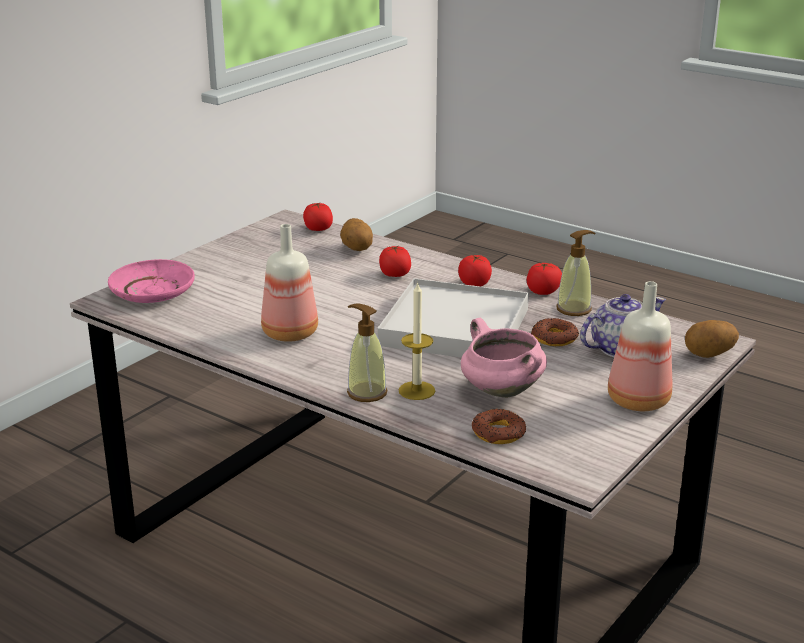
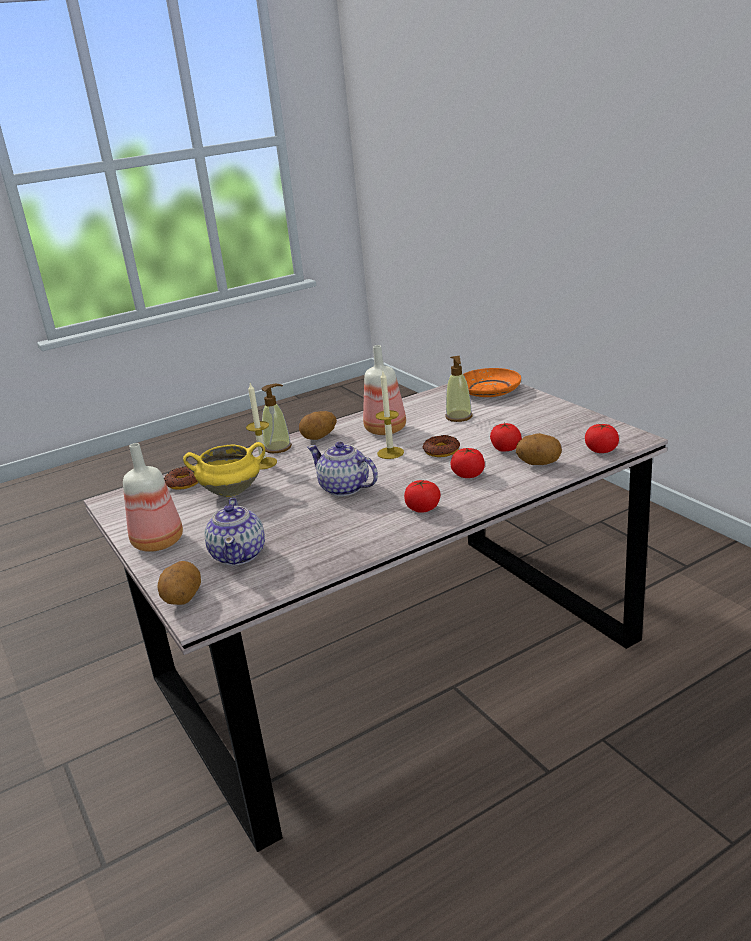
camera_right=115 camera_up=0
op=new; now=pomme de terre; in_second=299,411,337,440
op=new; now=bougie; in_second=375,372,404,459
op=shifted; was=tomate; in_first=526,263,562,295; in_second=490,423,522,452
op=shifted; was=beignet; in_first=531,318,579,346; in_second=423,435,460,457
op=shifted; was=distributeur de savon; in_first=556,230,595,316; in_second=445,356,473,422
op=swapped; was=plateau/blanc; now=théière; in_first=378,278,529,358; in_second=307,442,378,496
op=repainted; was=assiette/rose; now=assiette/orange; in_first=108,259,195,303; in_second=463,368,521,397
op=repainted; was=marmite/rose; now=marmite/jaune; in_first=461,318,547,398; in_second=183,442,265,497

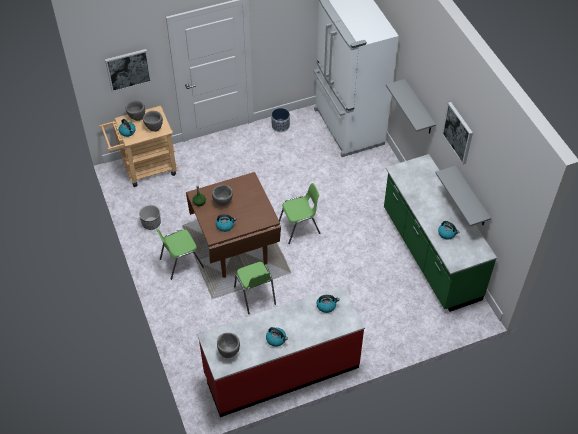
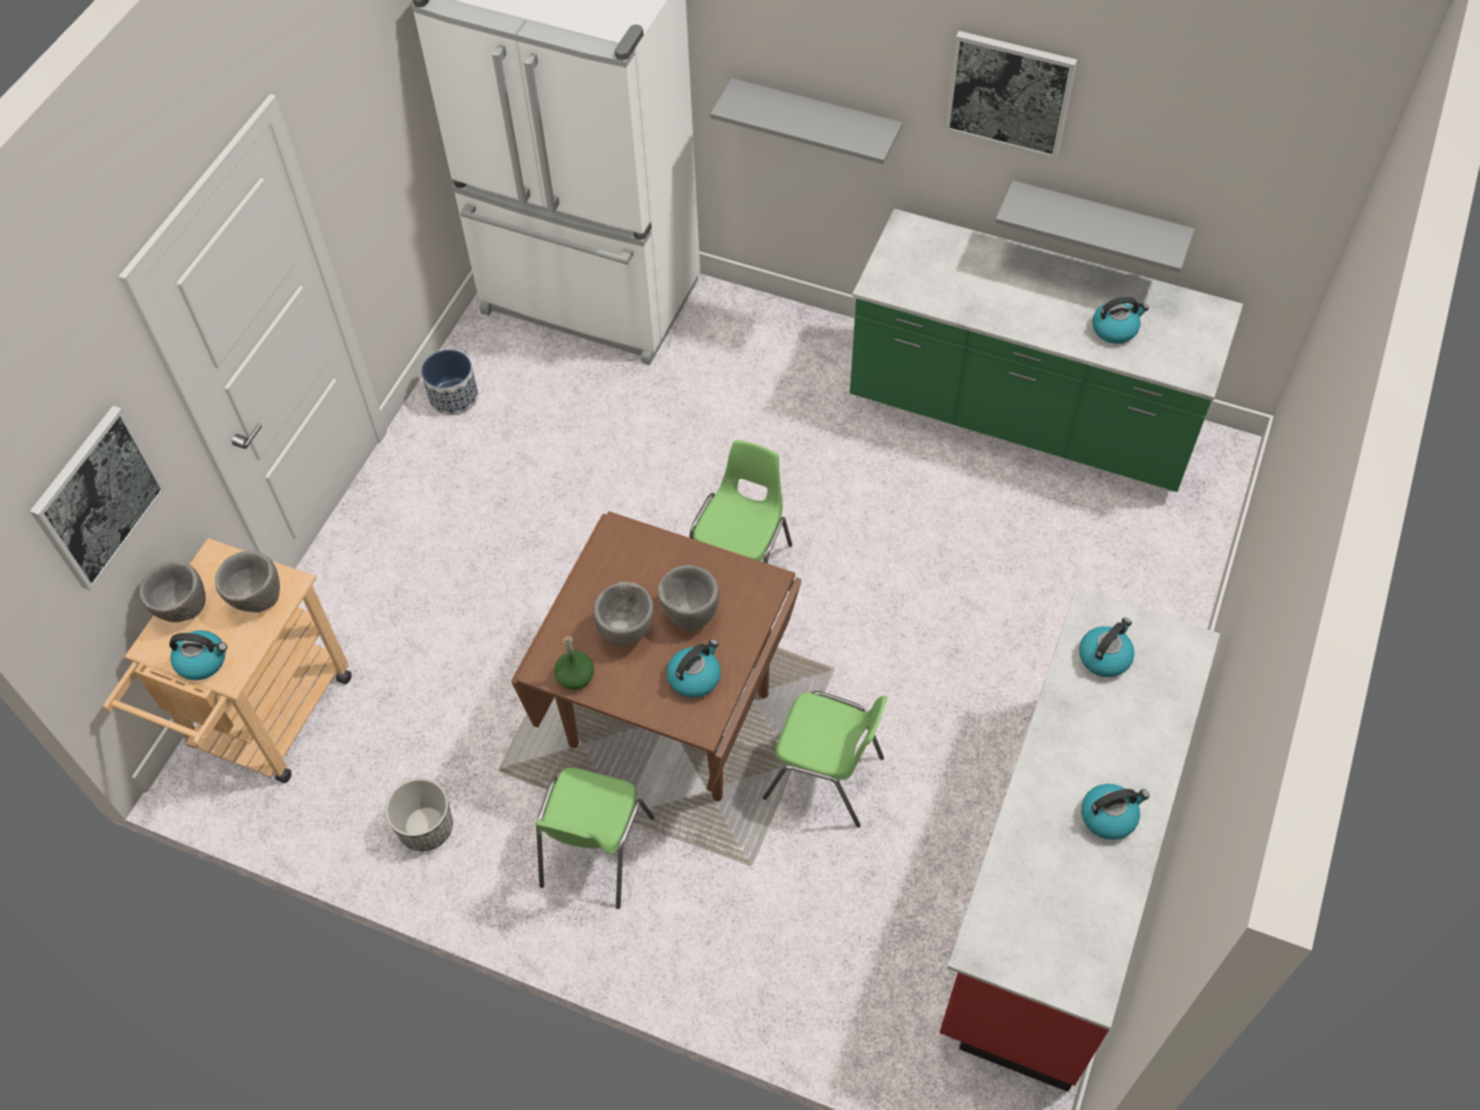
camera_right=-45 camera_up=5
op=shifted; was=bol/gris; in_first=217,333,240,358; in_second=658,565,720,632

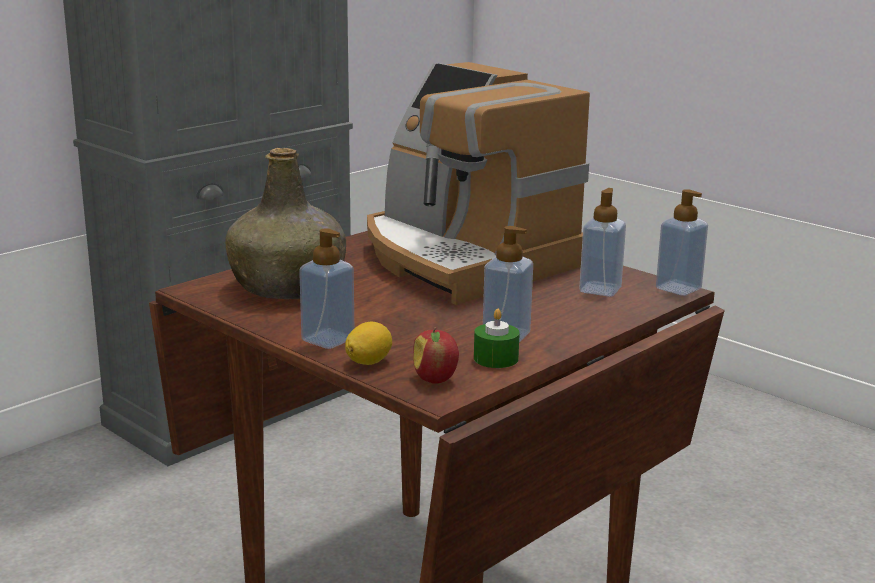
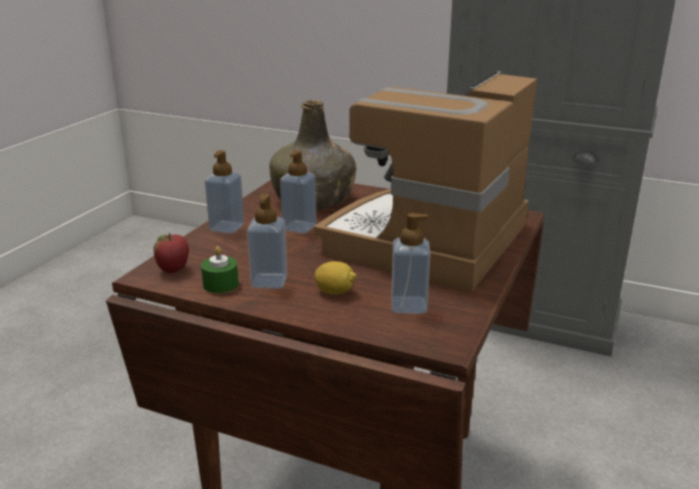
camera_right=70 camera_up=5
op=shifted; was=citron; in_first=345,322,392,365; in_second=314,261,357,294
op=shifted; was=distributeur de savon; in_first=656,189,708,296; in_second=280,150,317,234

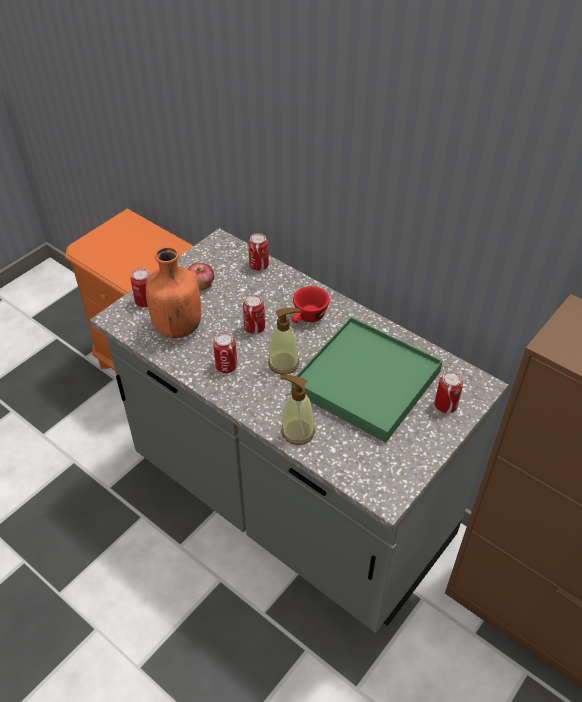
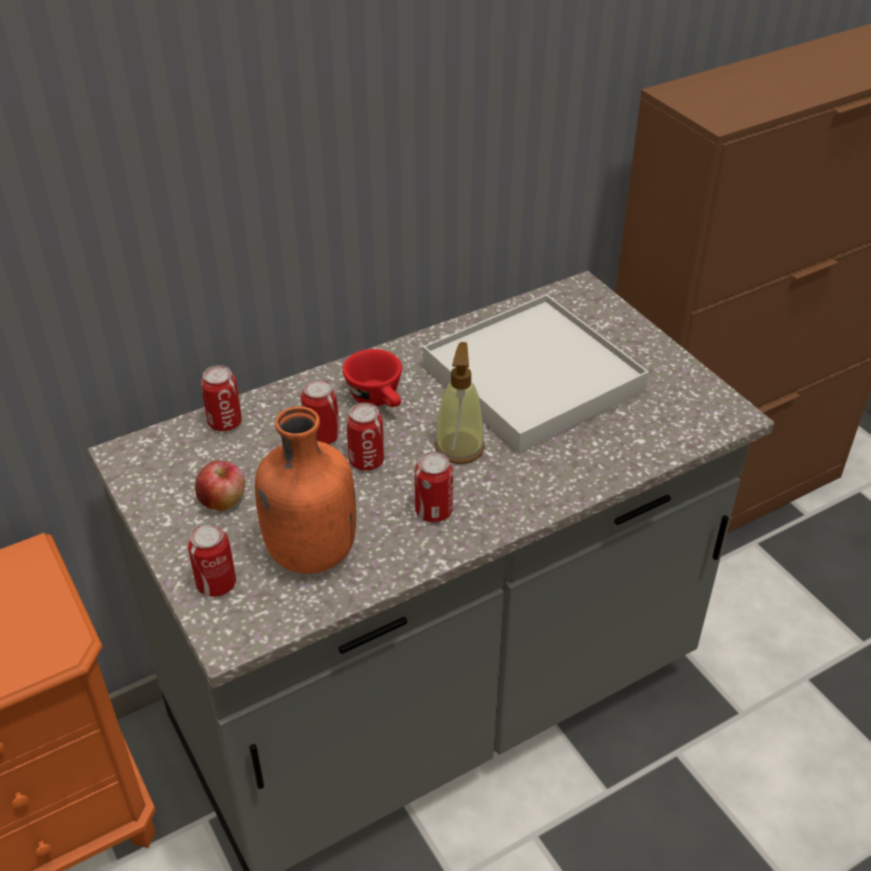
camera_right=-70 camera_up=-5
op=gone; was=distributeur de savon; in_first=281,375,315,445
op=shifted; was=boîte métallique; in_first=434,371,463,413; in_second=301,379,340,444
op=repainted; was=plateau/vert; now=plateau/blanc; in_first=291,317,443,443; in_second=423,294,649,453

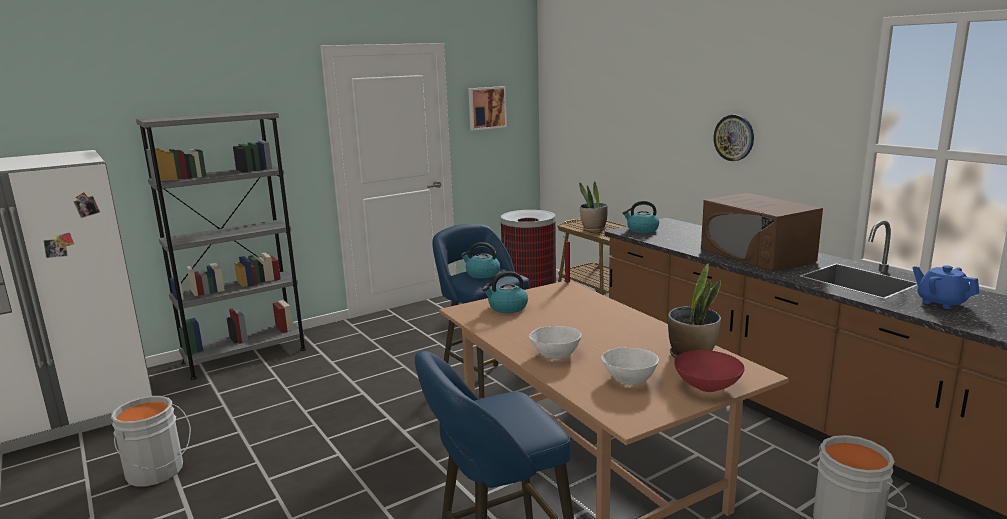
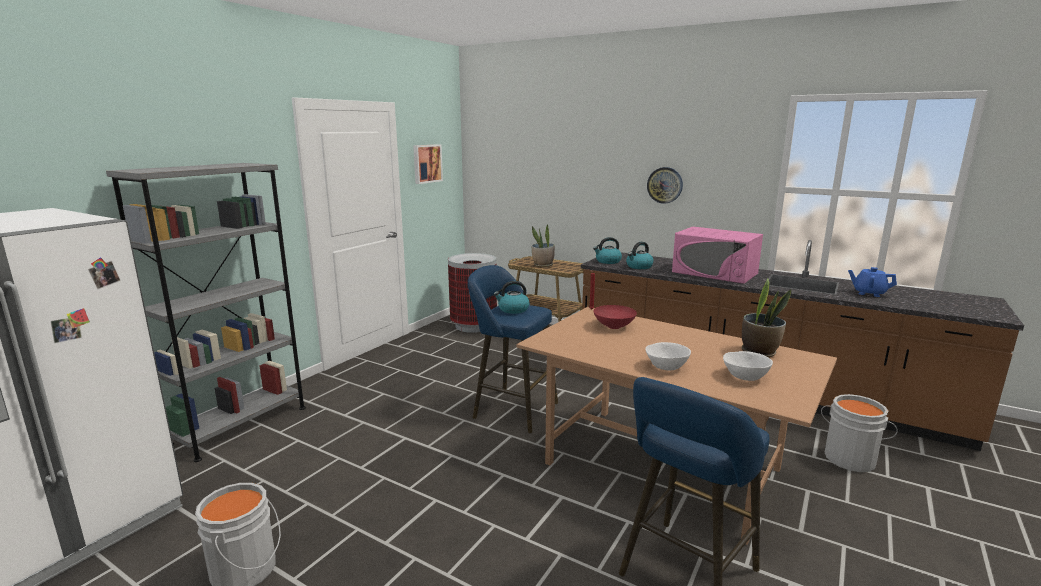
camera_right=-25 camera_up=0
op=shifted; was=bouilloire; in_first=482,271,528,313; in_second=626,242,654,269
op=shifted; was=bol/rouge; in_first=674,350,745,392; in_second=593,305,637,329
op=repainted; was=micro-ondes/marron; now=micro-ondes/rose; in_first=701,193,823,272; in_second=672,227,763,284

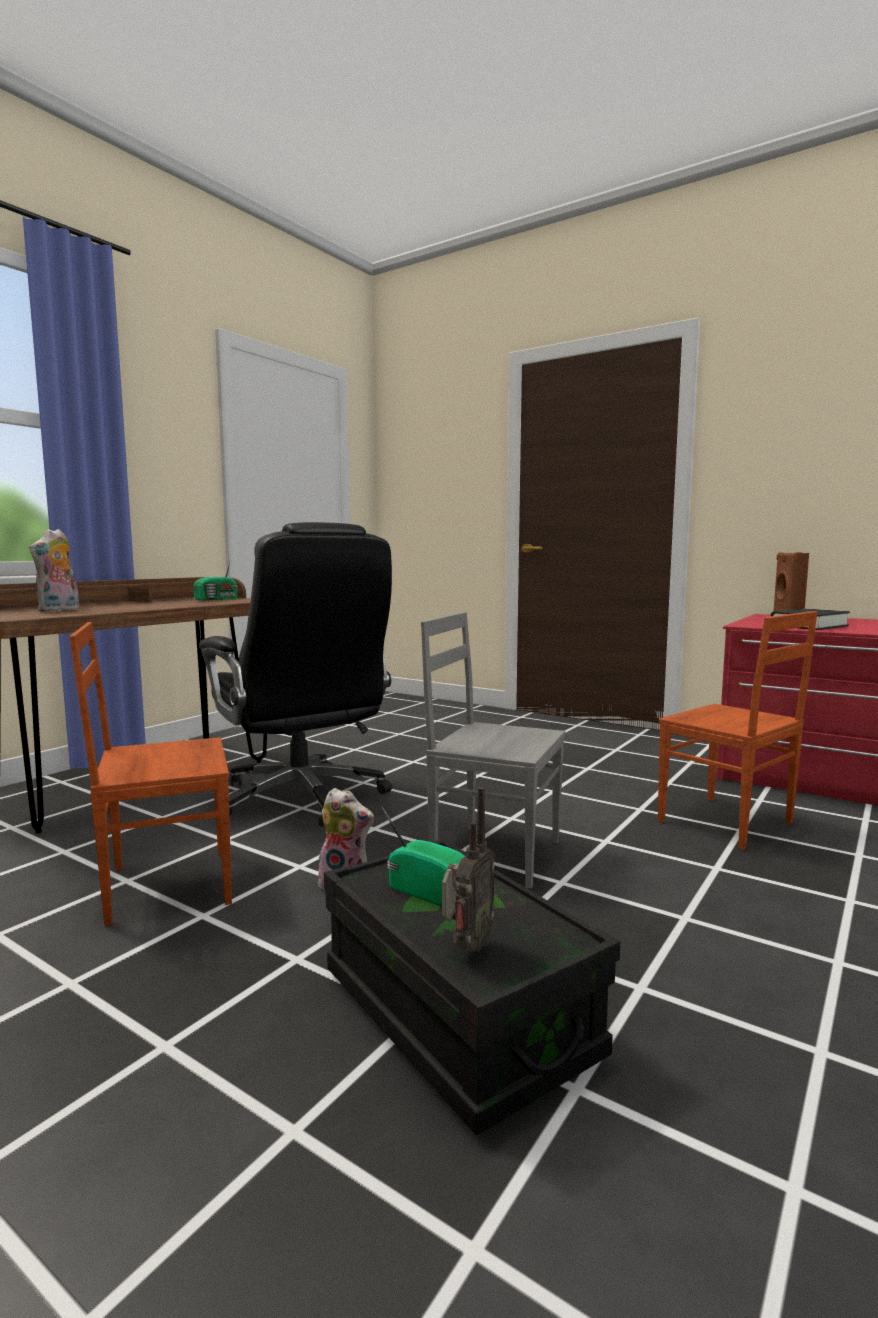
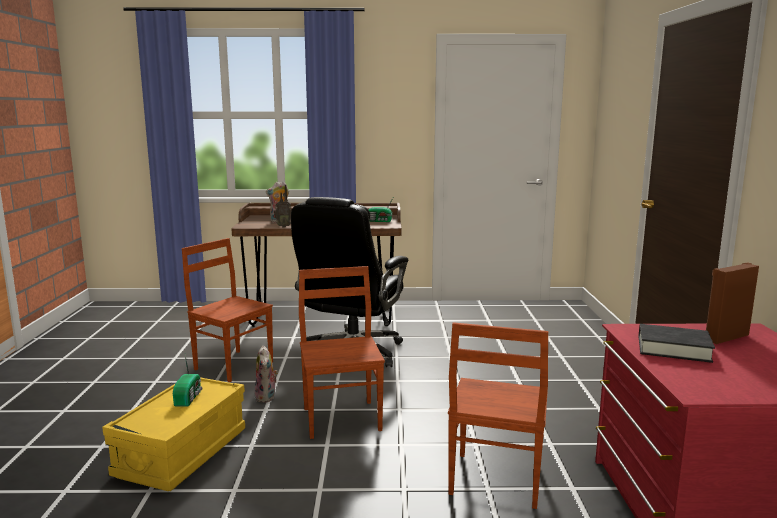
camera_right=55 camera_up=5
op=shifted; was=radio; in_first=442,787,495,952; in_second=274,185,291,227
op=repainted; was=boîte de rangement/noir; now=boîte de rangement/jaune; in_first=324,838,620,1136; in_second=102,377,245,491
op=repainted; was=chaise/gris; now=chaise/marron; in_first=421,612,565,889; in_second=299,266,385,439

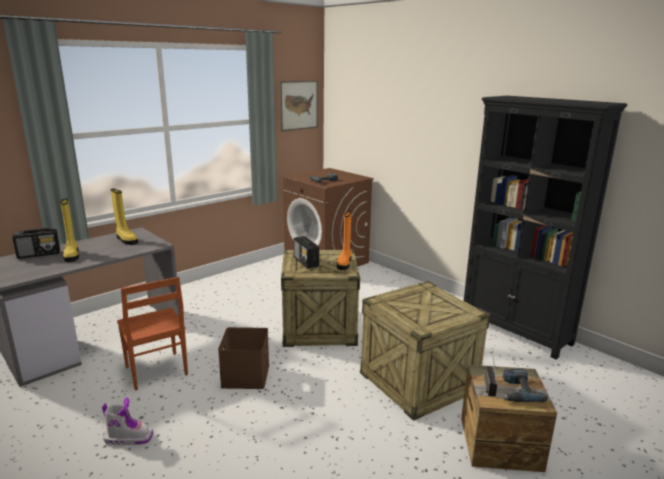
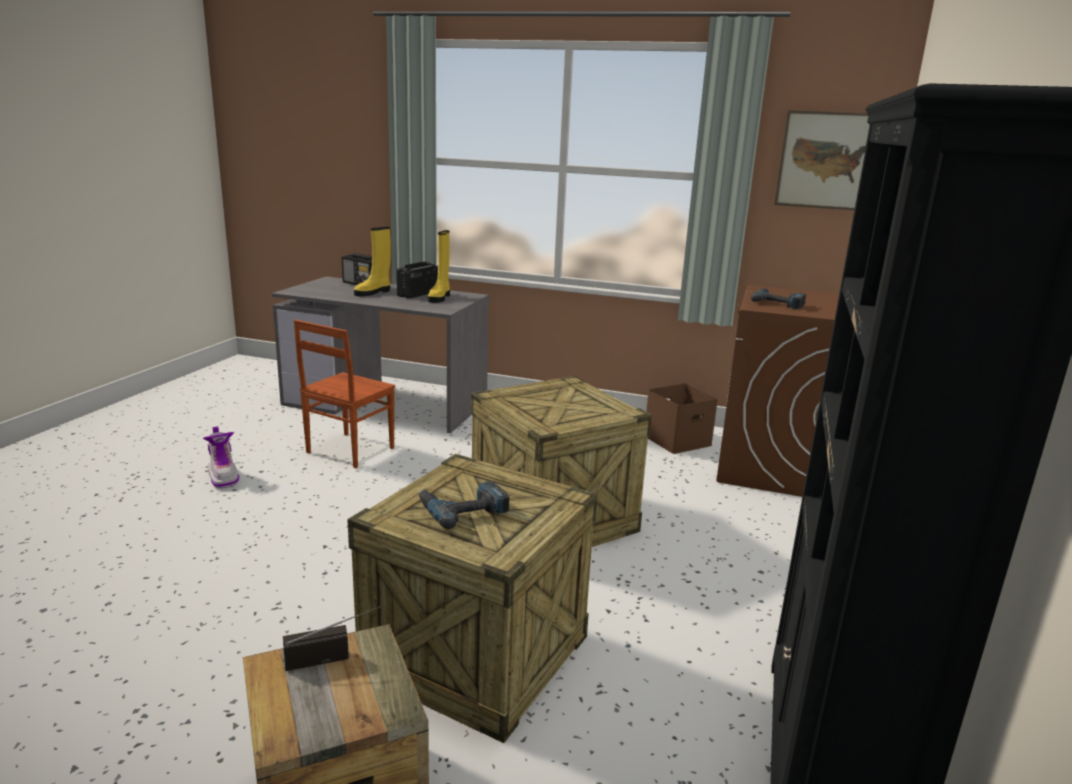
camera_right=60 camera_up=0
op=gone; was=botte/orange; in_first=337,211,352,270
op=shifted; was=boîte de rangement/marron; in_first=218,327,269,389; in_second=646,383,718,454
op=shifted; was=radio; in_first=294,236,319,269; in_second=397,262,438,298
op=shifted; was=perceuse; in_first=502,369,548,402; in_second=419,481,510,529

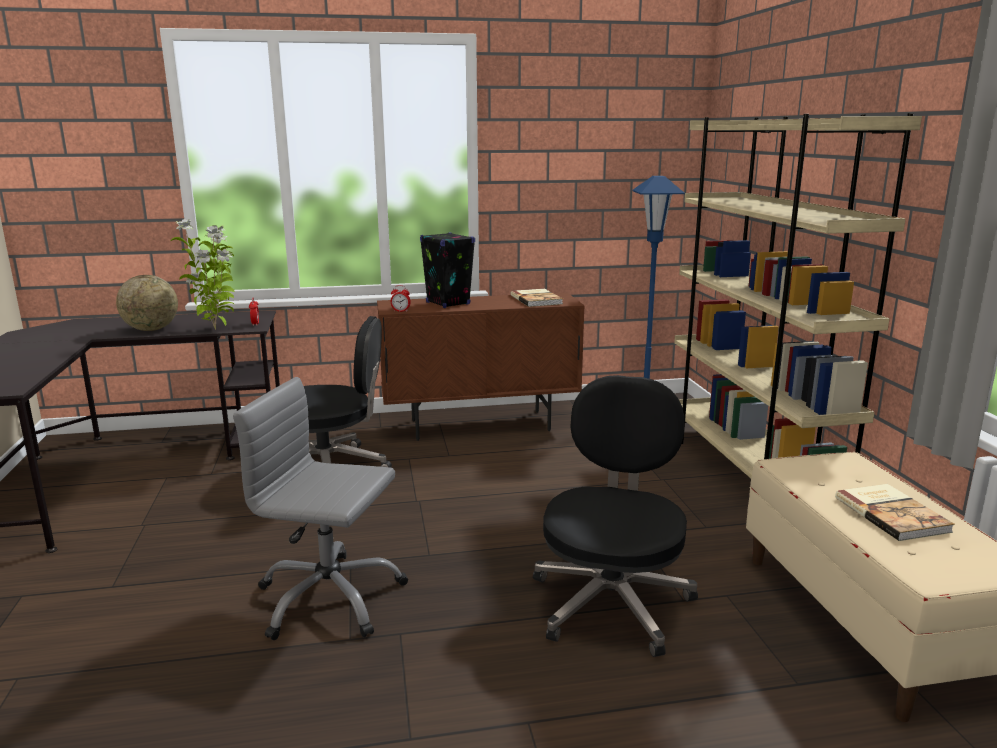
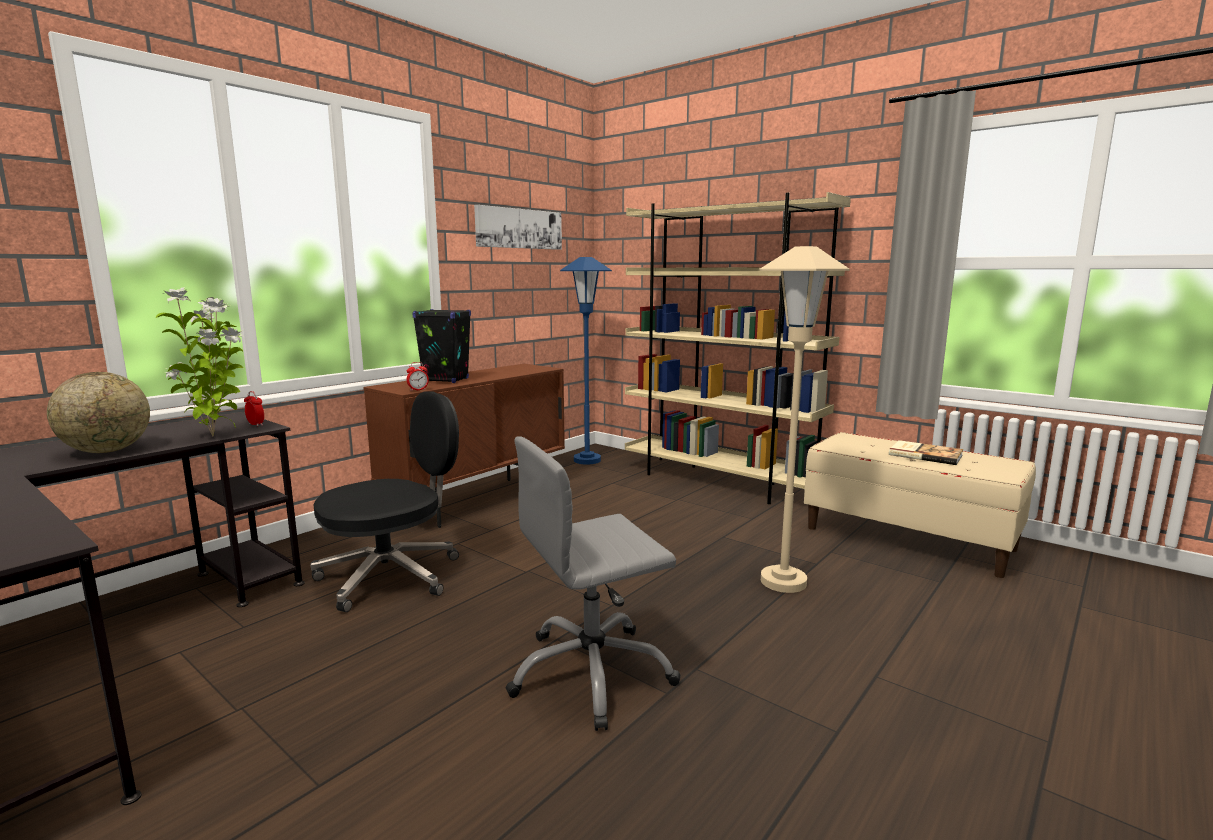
camera_right=-40 camera_up=-5
op=gone; was=livre; in_first=511,289,563,307
op=new; now=tableau; in_second=474,205,562,250
op=swapped; was=chaise de bureau/noir; now=lampadaire/beige; in_first=533,375,698,657; in_second=759,246,850,593

